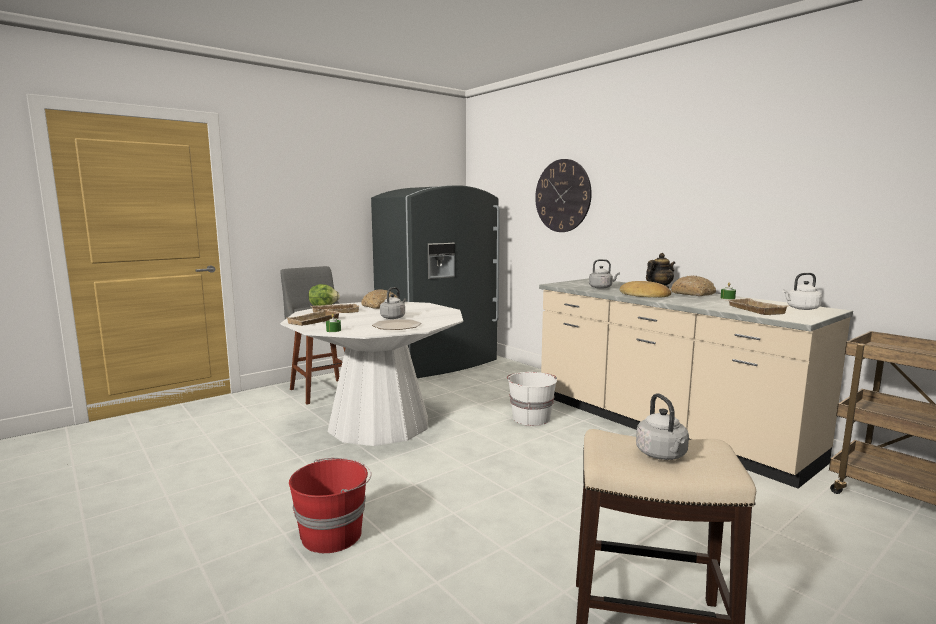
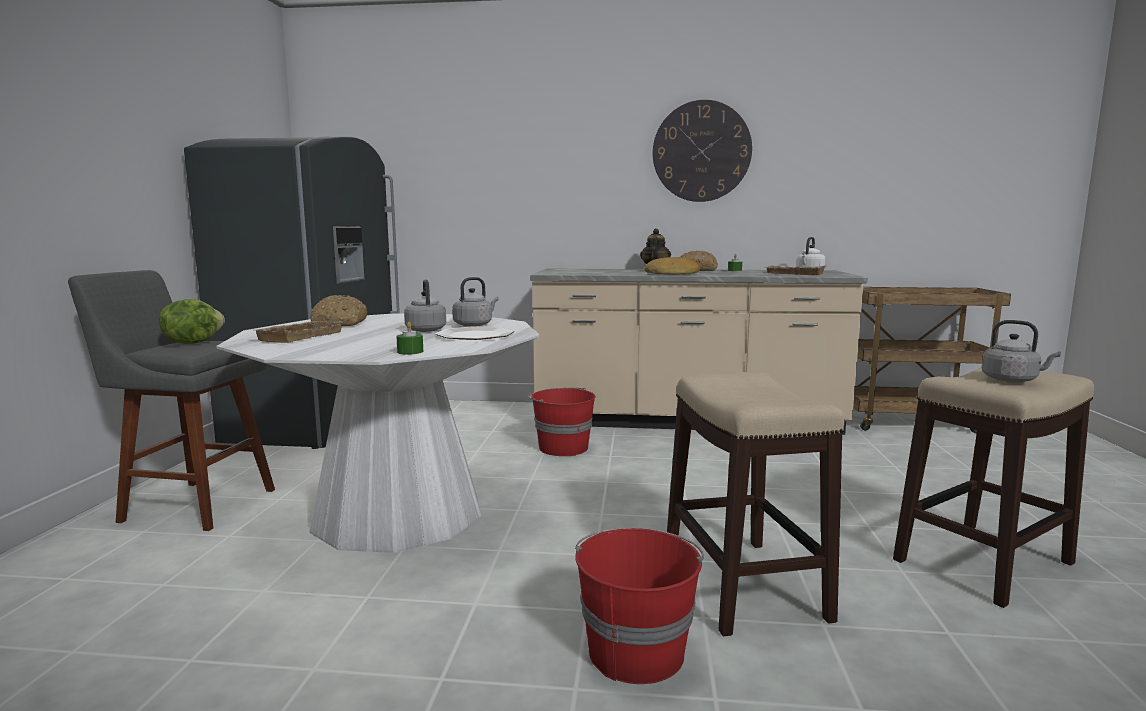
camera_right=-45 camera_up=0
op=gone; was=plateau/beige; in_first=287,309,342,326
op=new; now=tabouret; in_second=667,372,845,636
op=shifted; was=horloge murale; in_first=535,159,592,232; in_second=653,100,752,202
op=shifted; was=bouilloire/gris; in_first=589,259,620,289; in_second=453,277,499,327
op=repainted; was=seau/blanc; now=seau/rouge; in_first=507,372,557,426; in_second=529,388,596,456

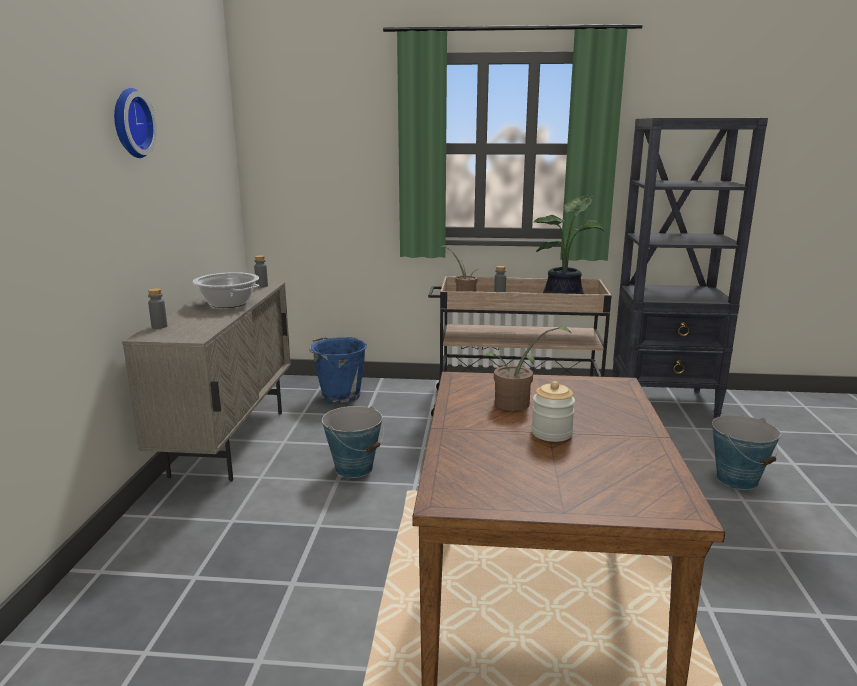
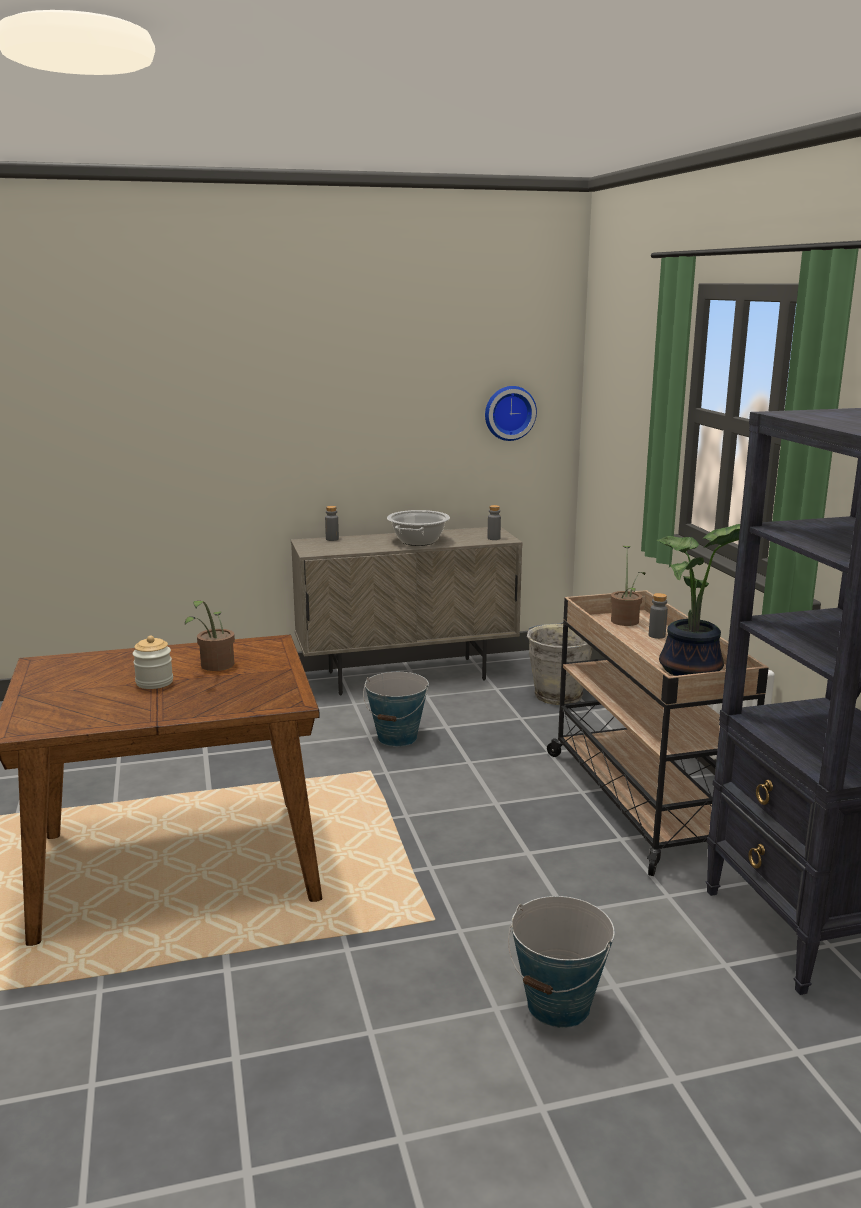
camera_right=70 camera_up=0
op=shifted; was=horloge murale; in_first=114,88,157,158; in_second=485,386,537,441
op=repainted; was=seau/bleu; now=seau/gris; in_first=309,337,367,403; in_second=527,622,592,705

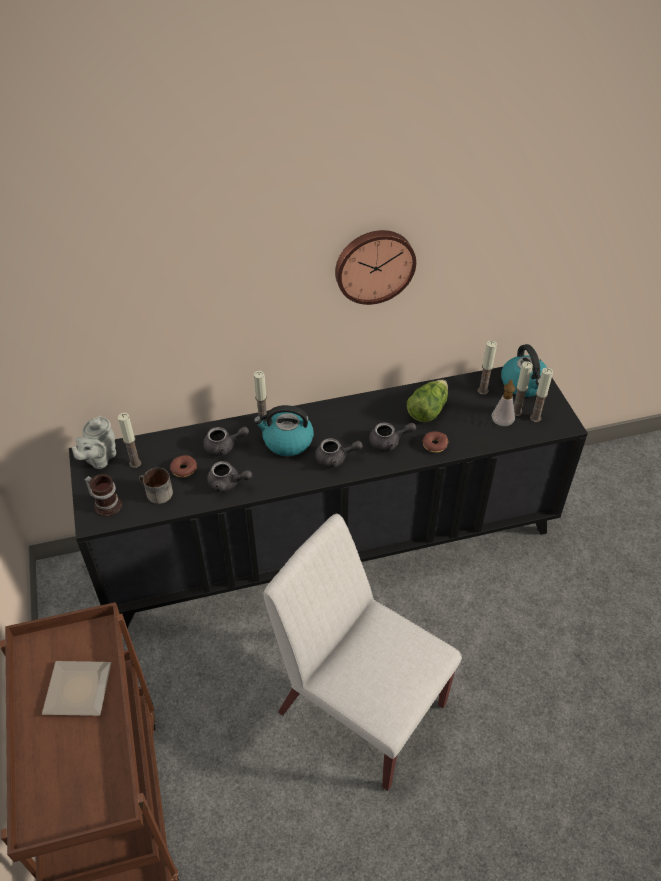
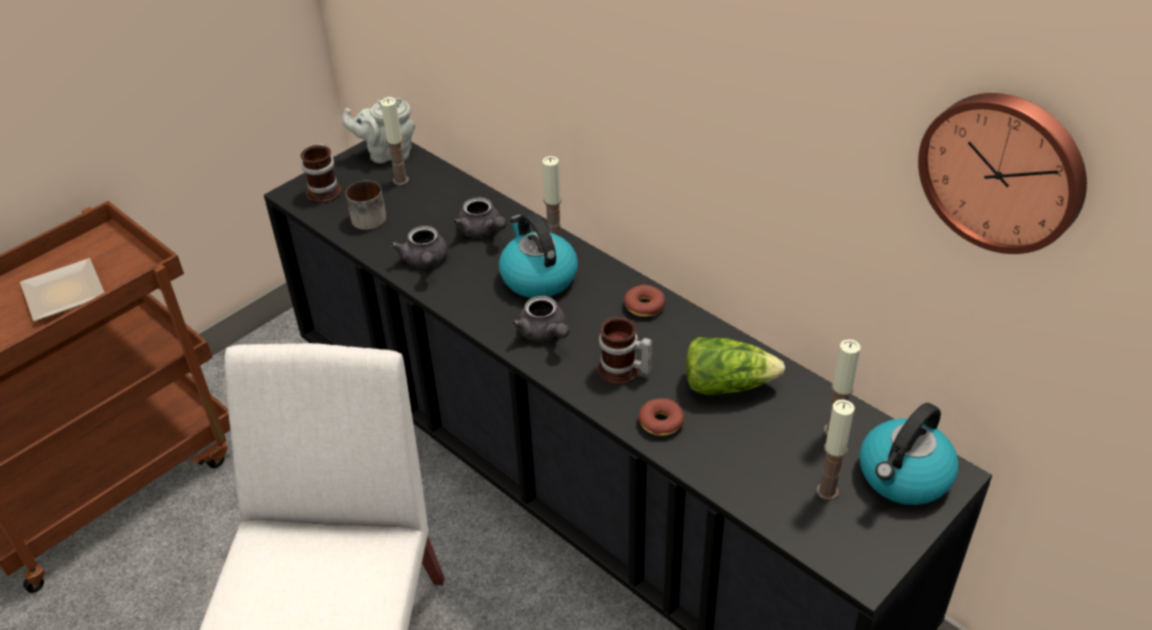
camera_right=60 camera_up=-5
op=gone; was=distributeur de savon; in_first=492,380,515,426
op=gone; was=bougie; in_first=530,367,553,422
op=shifted; was=beignet; in_first=170,455,197,478; in_second=624,285,666,317
op=shifted; was=horloge murale; in_first=335,230,416,305; in_second=918,93,1087,254
op=swapped; was=théière/gris; now=mug; in_first=369,422,416,451; in_second=597,316,652,385

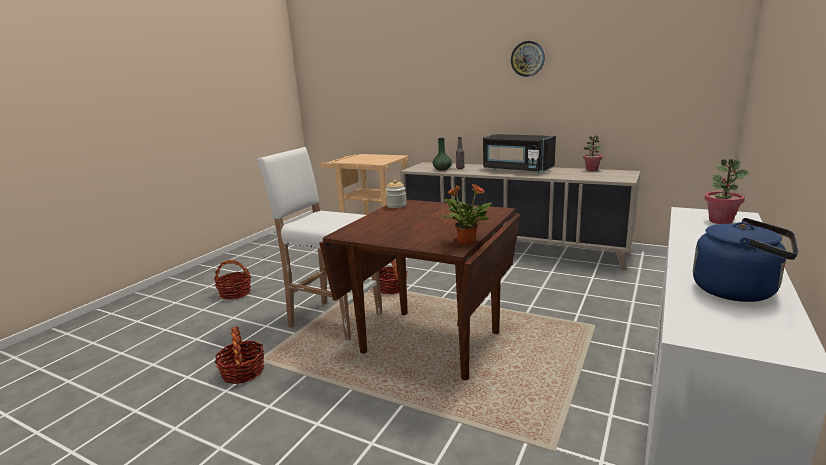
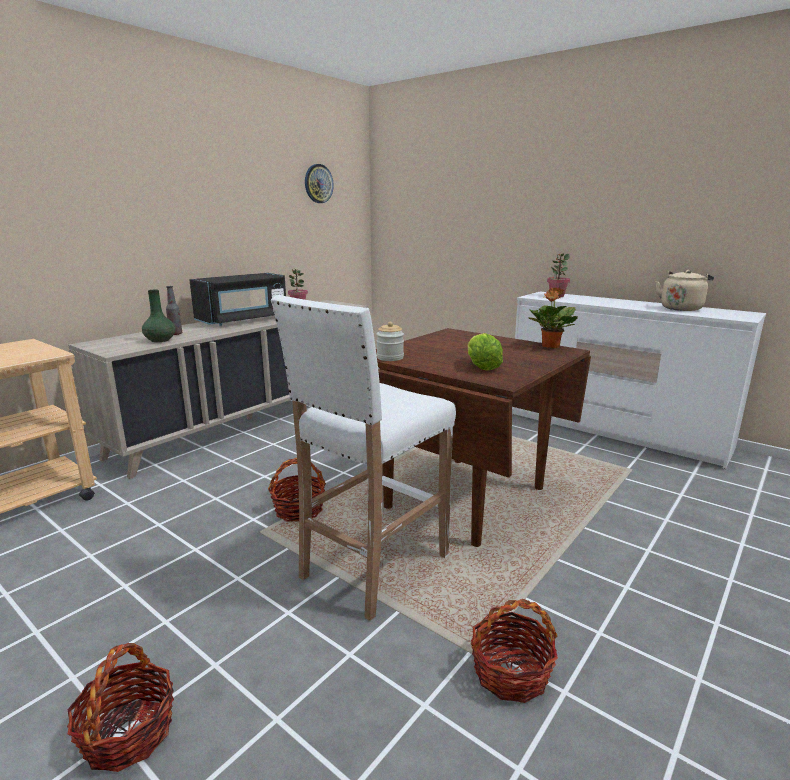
camera_right=-80 camera_up=0
op=new; now=laitue; in_second=468,333,503,371
op=shifted; was=horloge murale; in_first=511,41,545,77; in_second=305,164,334,203
op=repainted; was=bouilloire/bleu; now=bouilloire/beige; in_first=693,218,798,302; in_second=656,270,714,311

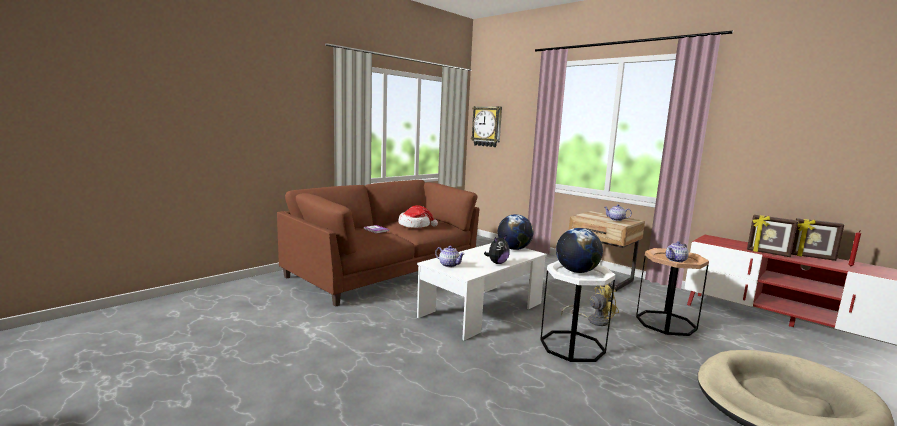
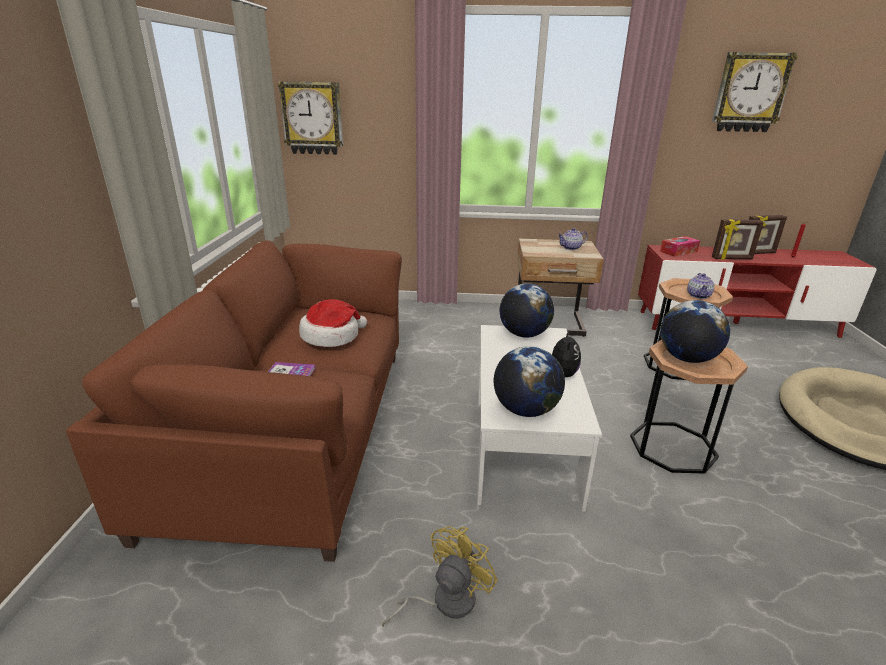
camera_right=-40 camera_up=15
op=new; now=boîte à mouchoirs; in_second=660,236,700,257
op=new; now=horloge murale; in_second=712,52,798,132
op=shifted; was=ventilateur/jaune; in_first=561,285,619,326; in_second=382,526,498,627
op=swapped; was=théière; now=globe; in_first=435,246,465,267; in_second=494,346,565,417
op=repainted; was=table d'appoint/blanc; now=table d'appoint/marron; in_first=540,260,616,362; in_second=630,340,748,474

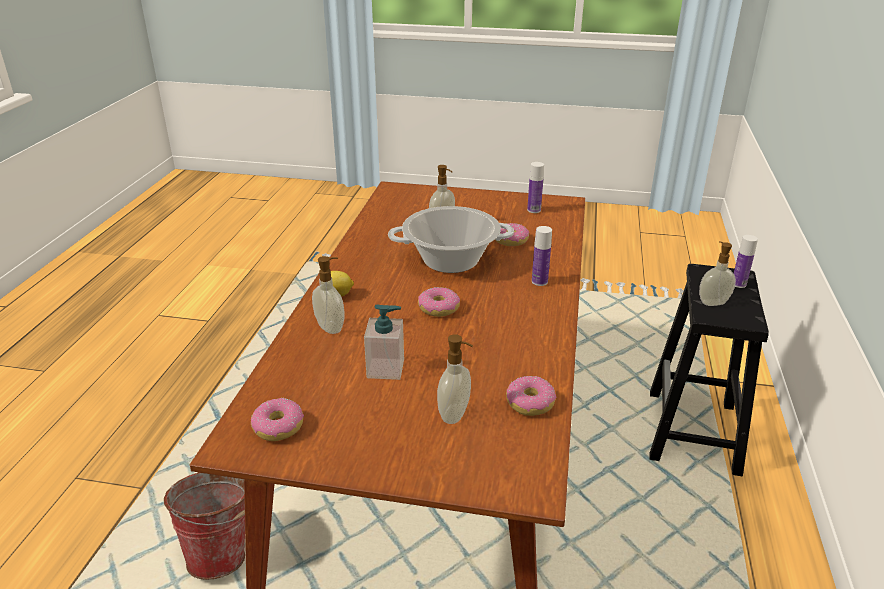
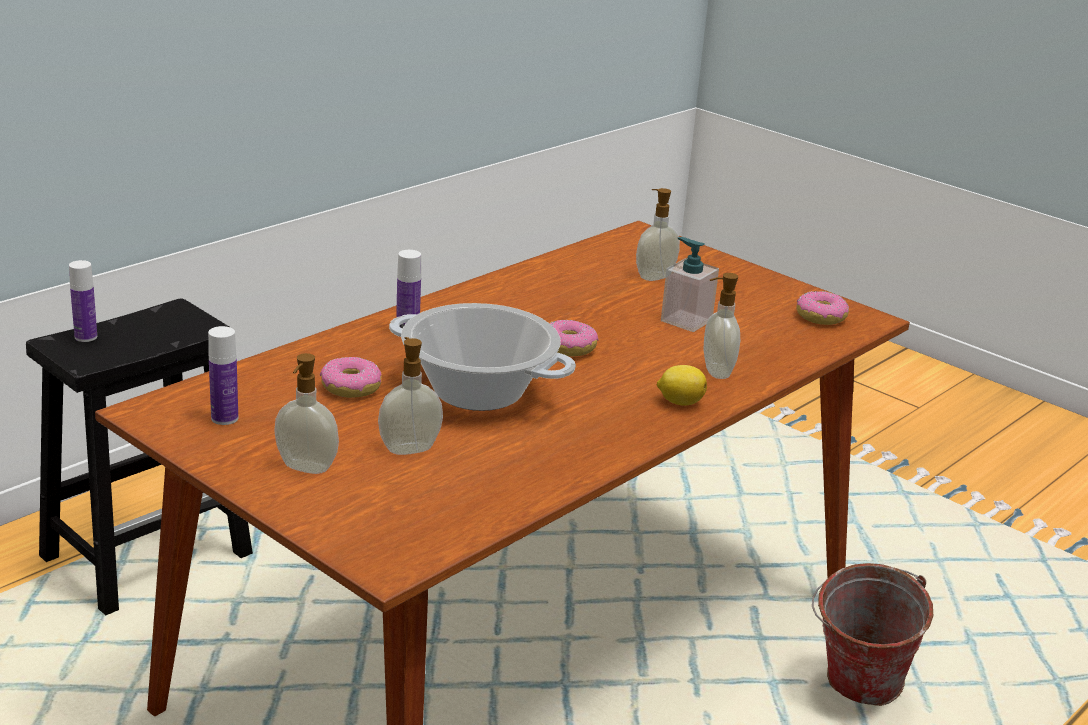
camera_right=-150 camera_up=-5
op=gone; was=beignet; in_first=506,376,556,416
op=shifted; was=distributeur de savon; in_first=699,241,736,306; in_second=274,353,339,474

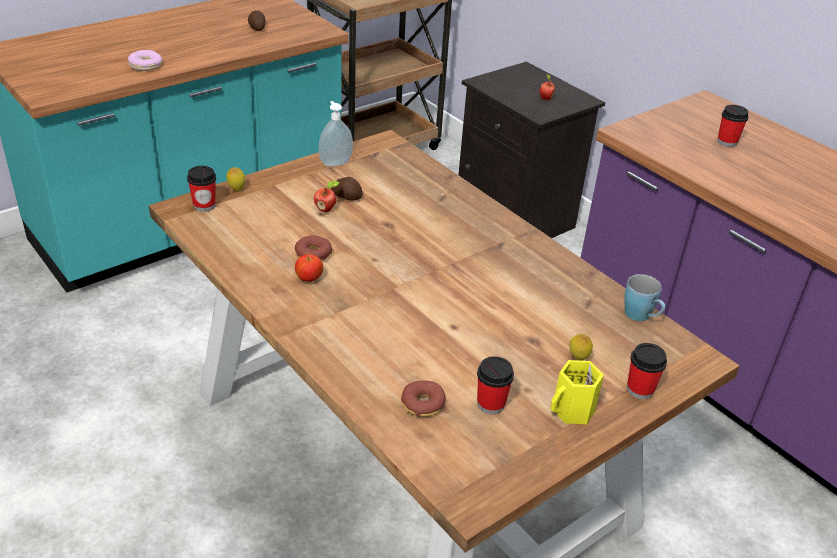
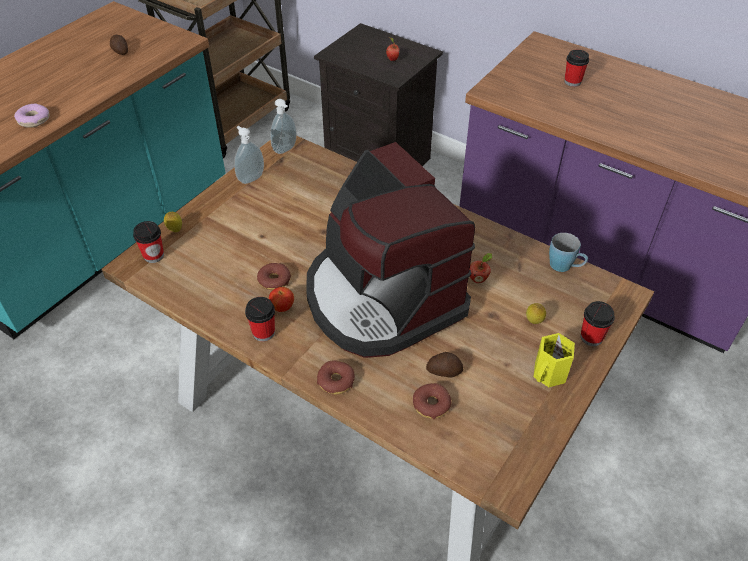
camera_right=-15 camera_up=10
op=new; now=distributeur de savon; in_second=270,99,297,154
op=new; now=machine à café; in_second=306,142,475,358
op=new; now=beignet; in_second=317,360,355,395
op=shifted; was=pomme; in_first=314,180,339,212; in_second=470,253,492,283
op=shifted; was=pomme de terre; in_first=331,177,363,201; in_second=426,352,464,378
op=shifted; was=tasse; in_first=477,356,514,414; in_second=245,297,275,342

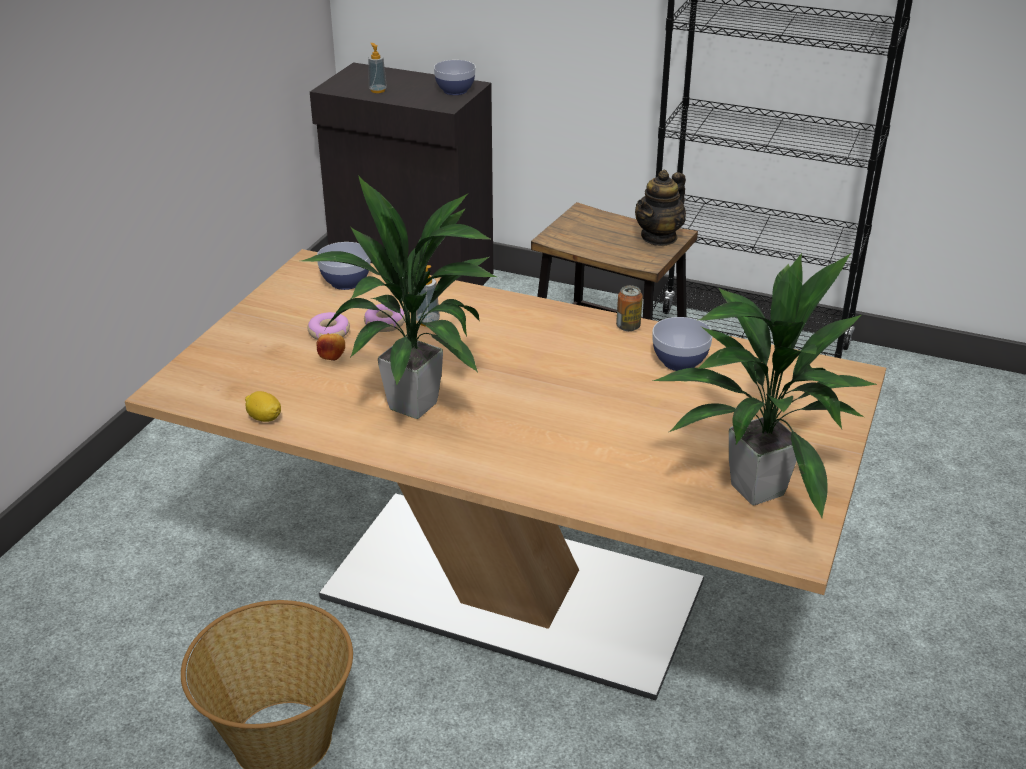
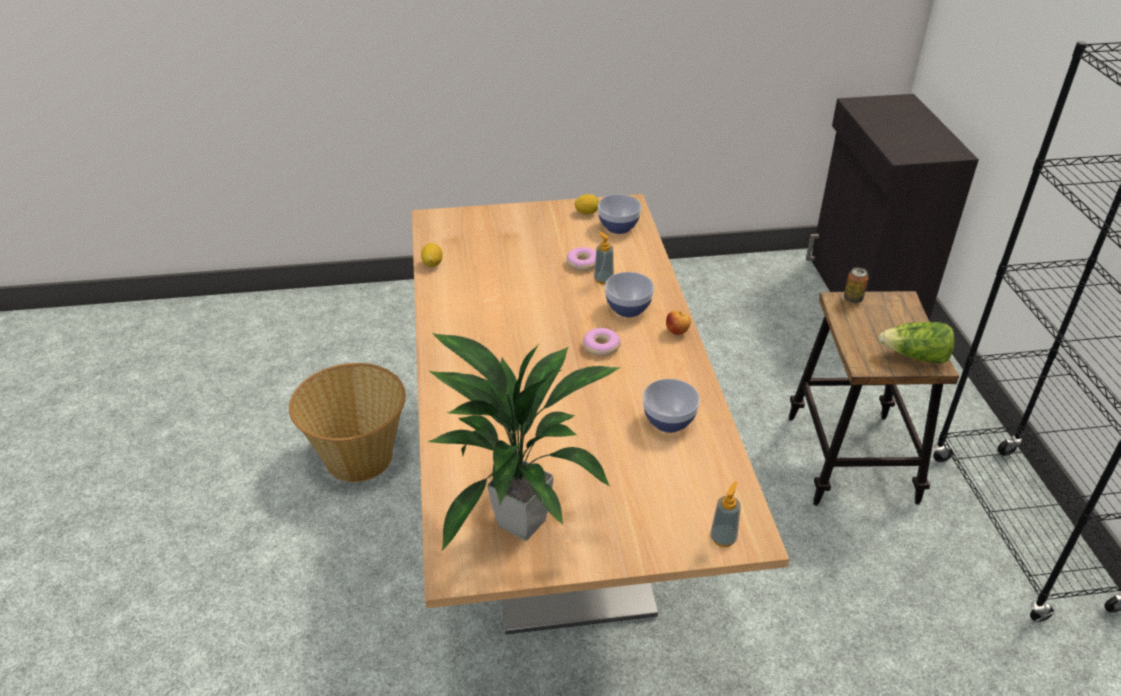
camera_right=60 camera_up=5
op=gone; was=plante en pot; in_first=301,175,497,419
op=new; now=citron; in_second=574,194,600,215
op=shifted; was=beignet; in_first=308,312,350,340; in_second=583,328,621,356
op=shifted; was=pomme; in_first=317,333,345,361; in_second=666,310,691,335
op=shifted; was=distributeur de savon; in_first=368,43,387,93; in_second=710,481,741,547
op=shifted; was=bol; in_first=434,60,476,95; in_second=605,272,654,318
op=shifted; was=boîte métallique; in_first=616,285,643,331; in_second=844,267,869,303
op=swapped; was=théière; now=laitue; in_first=635,170,686,246; in_second=879,322,955,364

